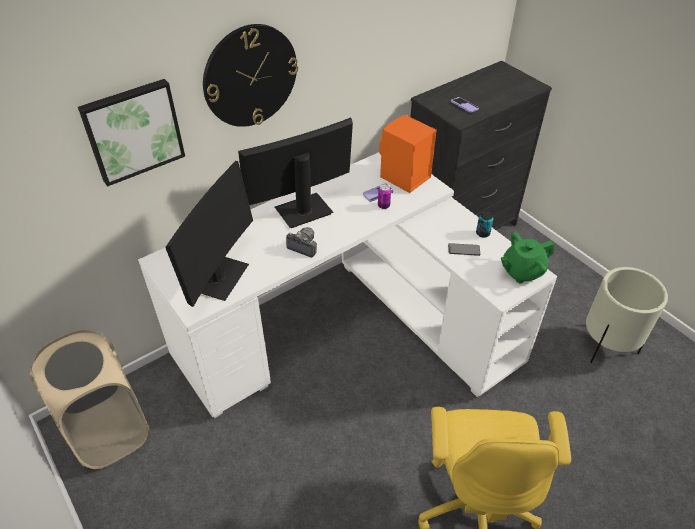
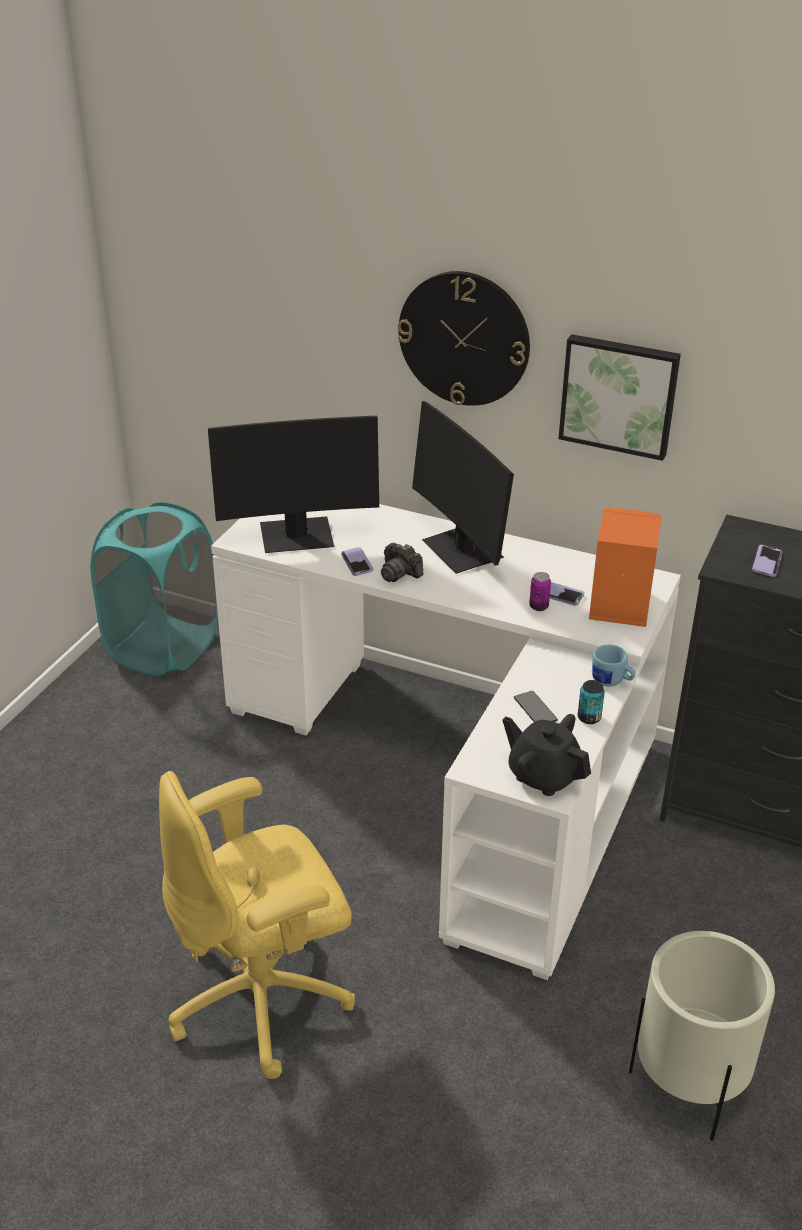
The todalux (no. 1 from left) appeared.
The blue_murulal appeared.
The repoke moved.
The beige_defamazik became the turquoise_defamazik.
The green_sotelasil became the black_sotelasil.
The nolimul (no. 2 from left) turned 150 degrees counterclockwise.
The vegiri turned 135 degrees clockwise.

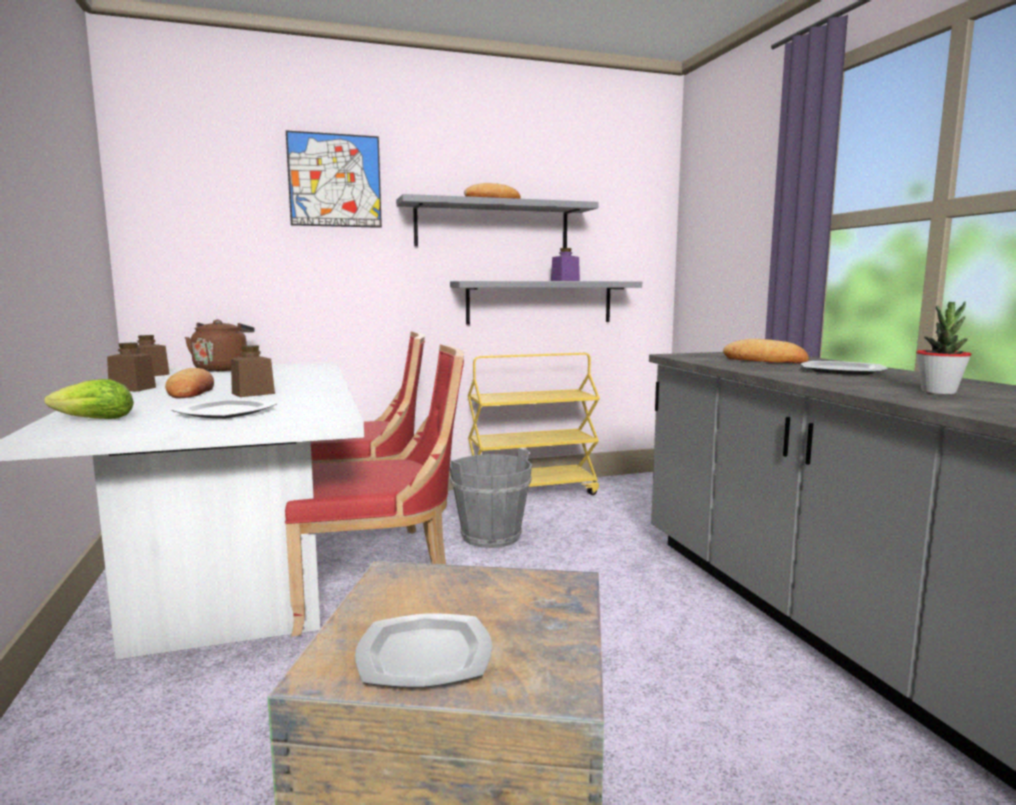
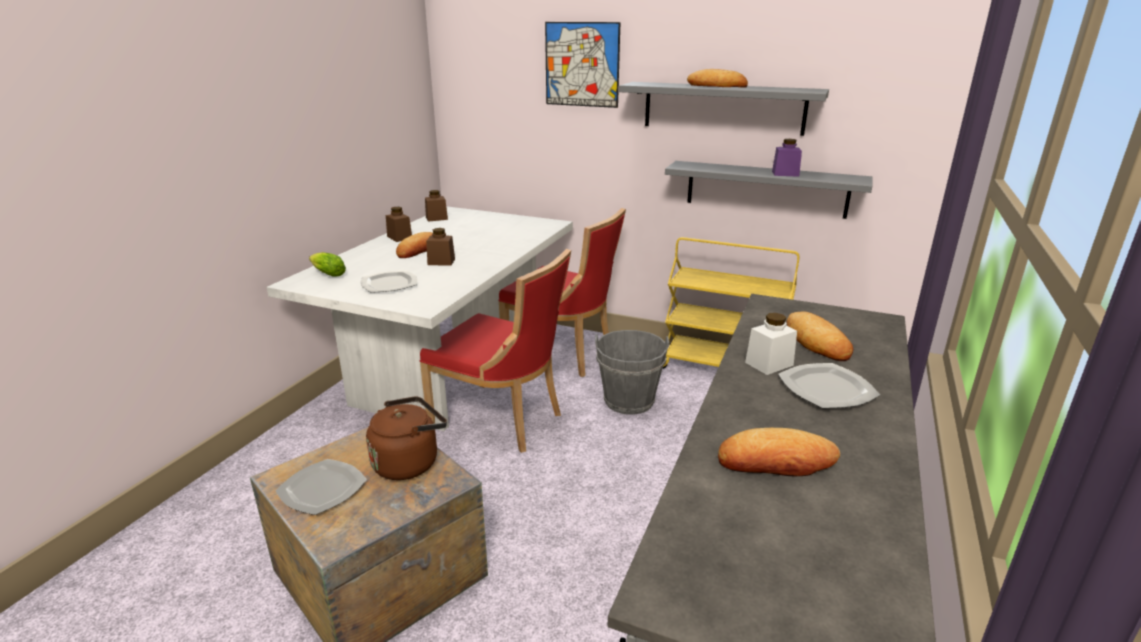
The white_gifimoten appeared.
The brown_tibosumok moved.
The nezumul was replaced by the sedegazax (no. 3 from left).

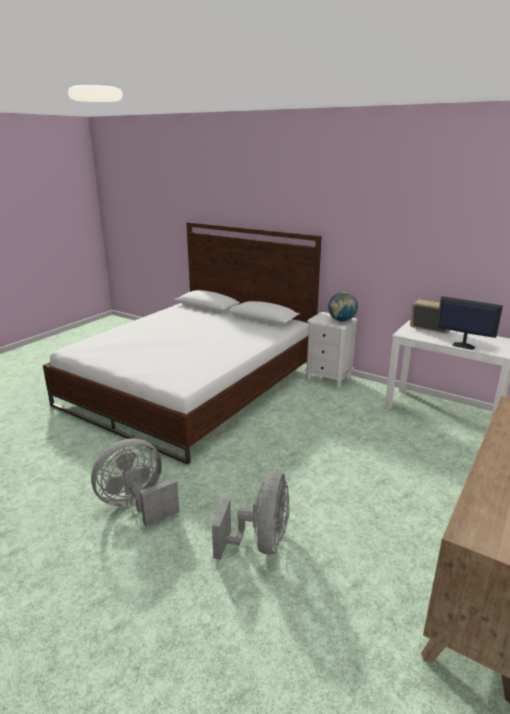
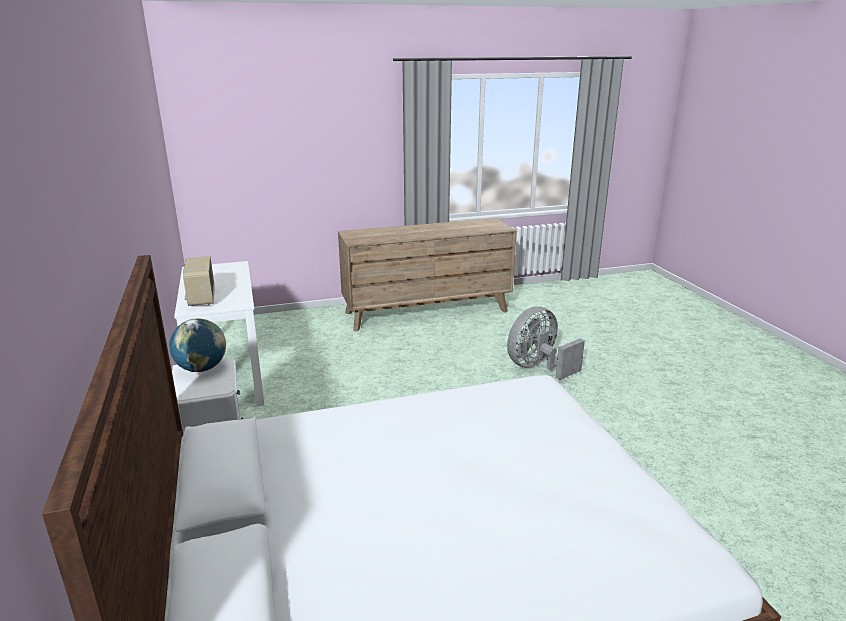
The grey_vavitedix (no. 1 from left) disappeared.
The nolimul disappeared.

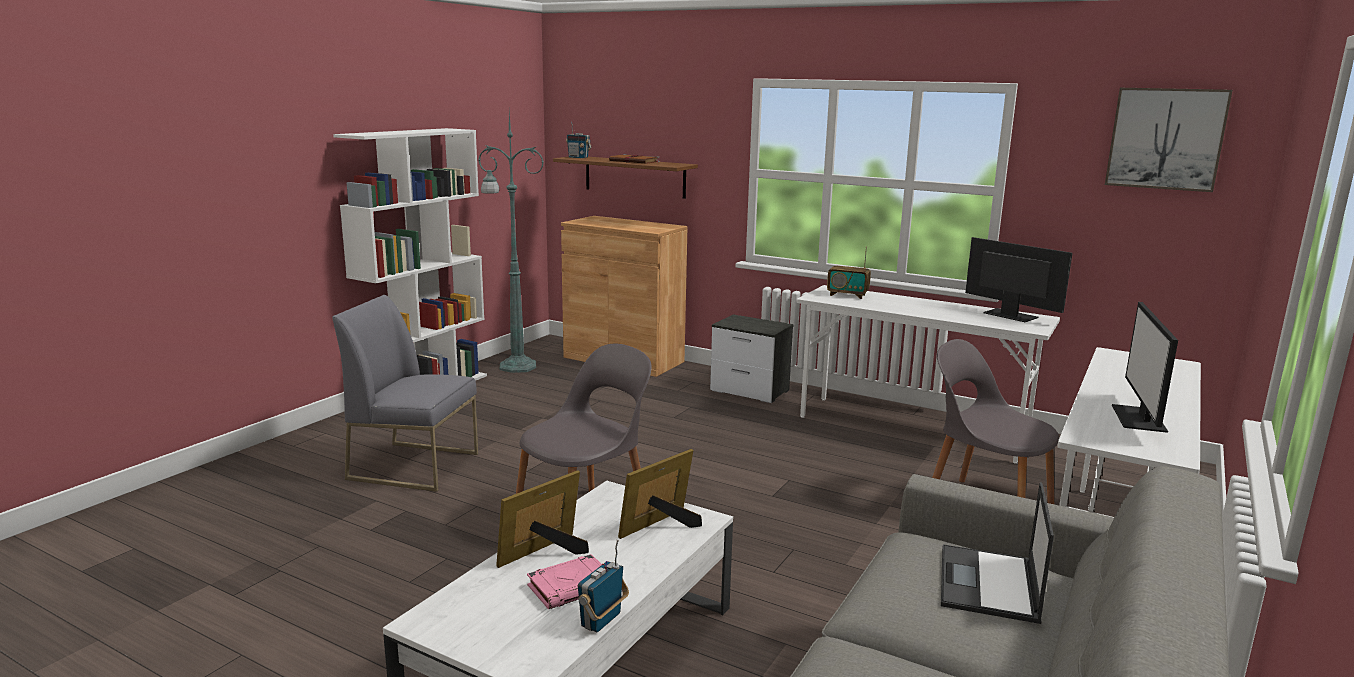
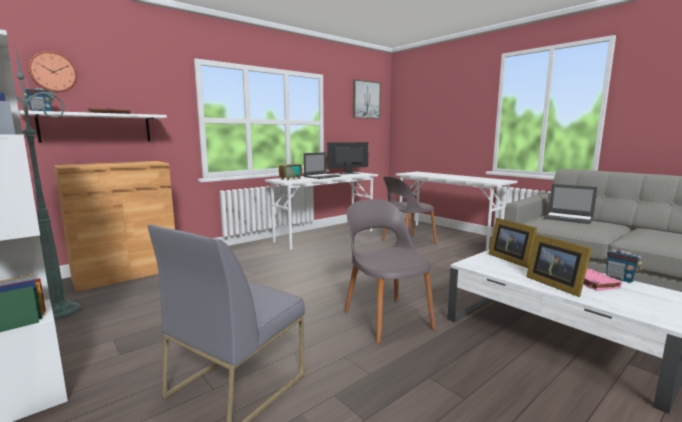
The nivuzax disappeared.
The nolimul (no. 2 from left) disappeared.
The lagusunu appeared.
The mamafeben (no. 1 from left) appeared.
The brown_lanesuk became the white_lanesuk.

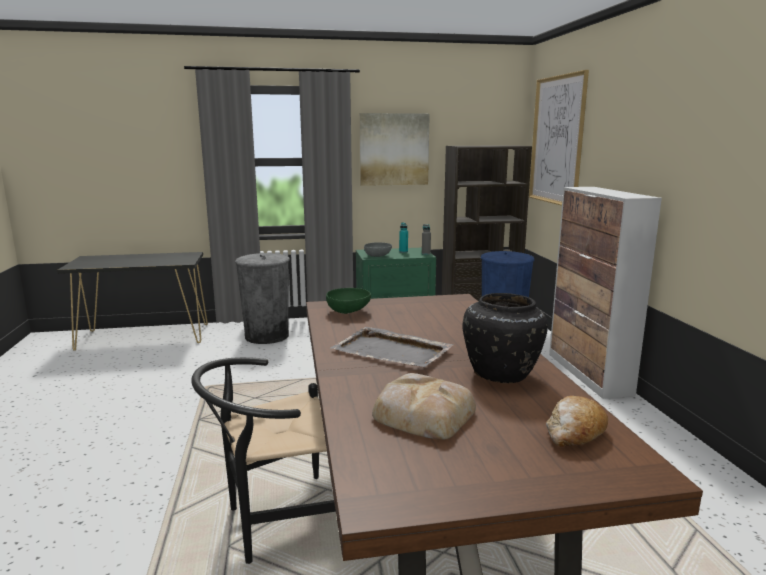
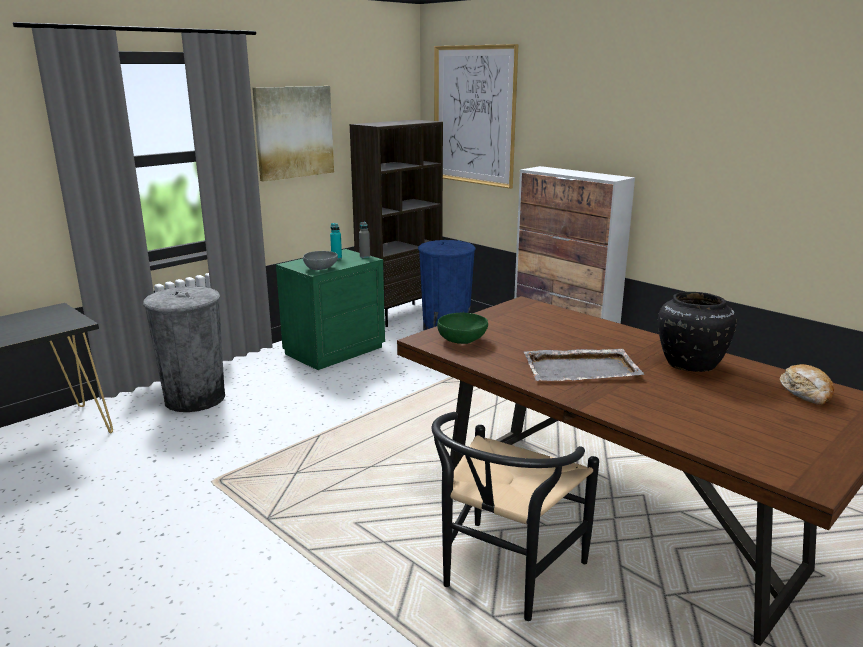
The sedegazax (no. 1 from left) disappeared.

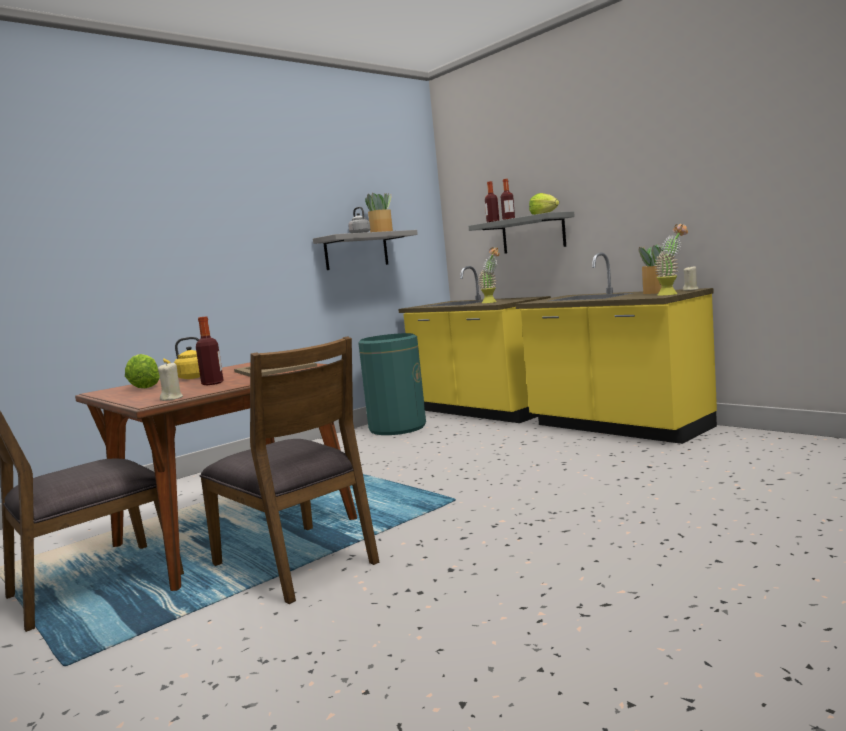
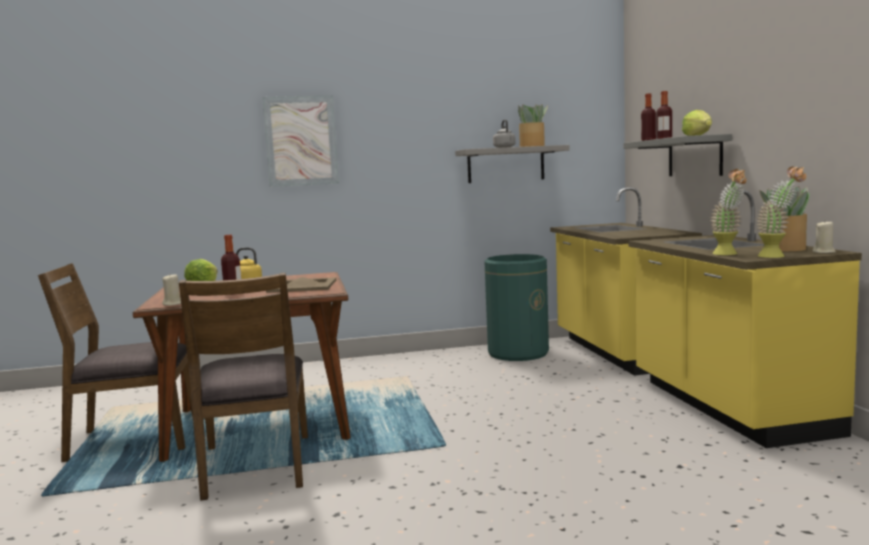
The repoke appeared.
The nezumul (no. 2 from left) moved.

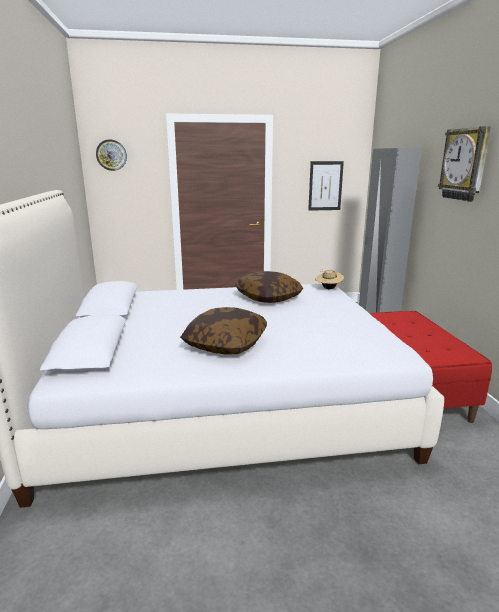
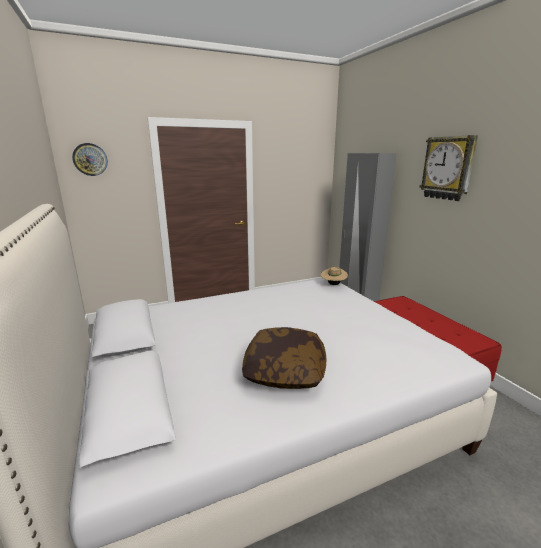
The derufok (no. 2 from left) disappeared.
The repoke disappeared.

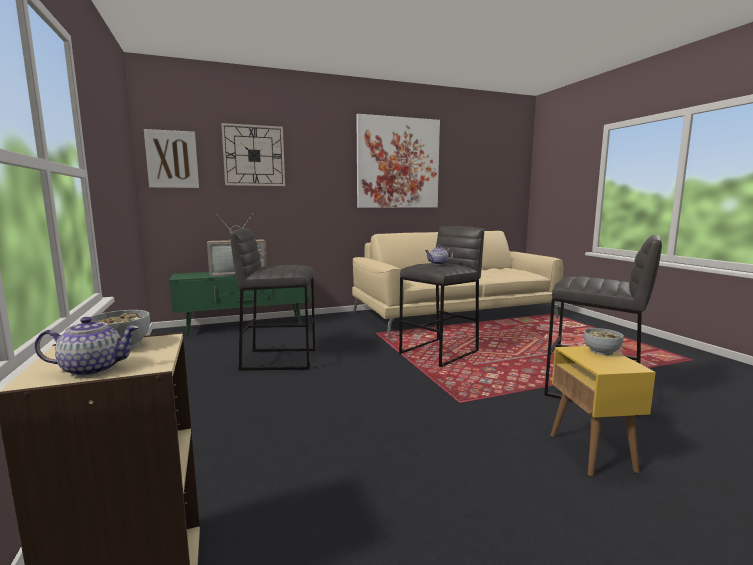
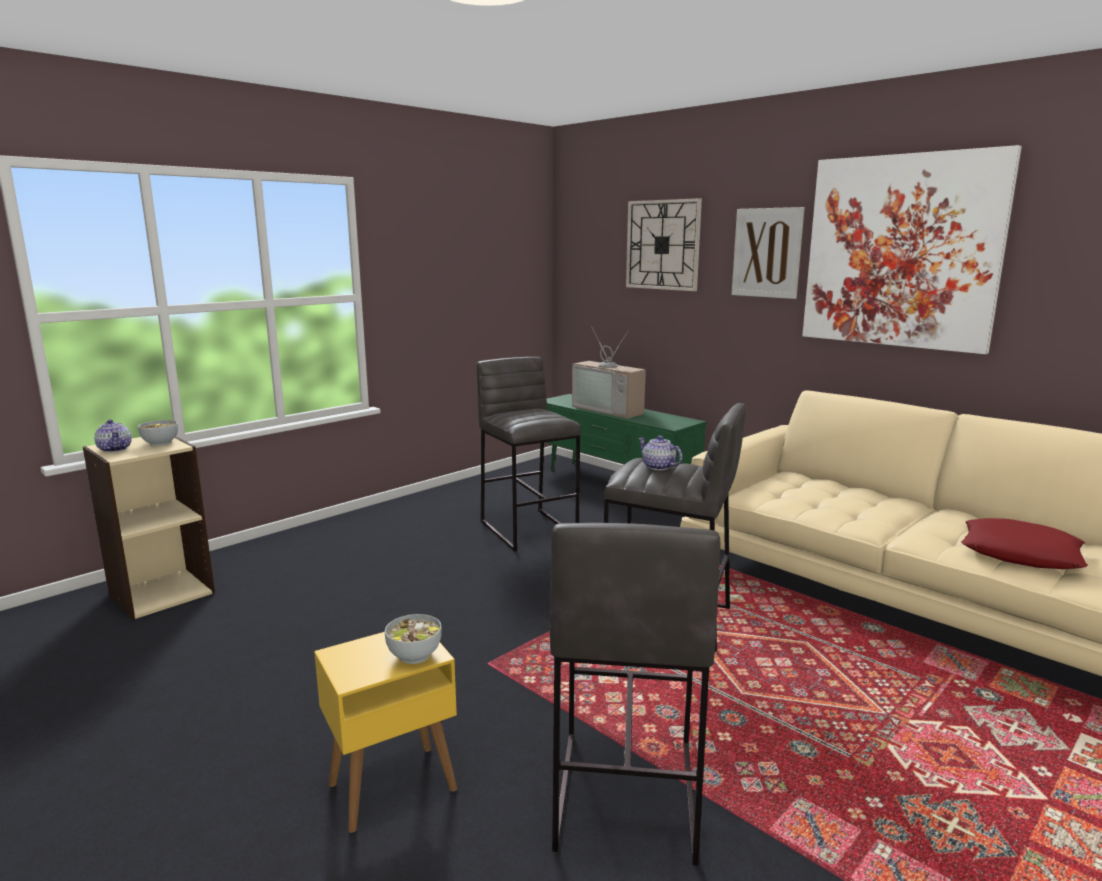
The red_derufok appeared.
The repoke (no. 1 from left) moved.

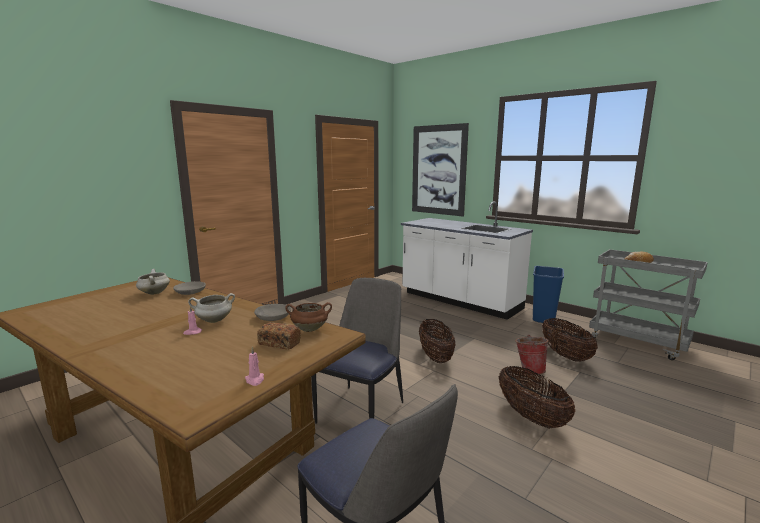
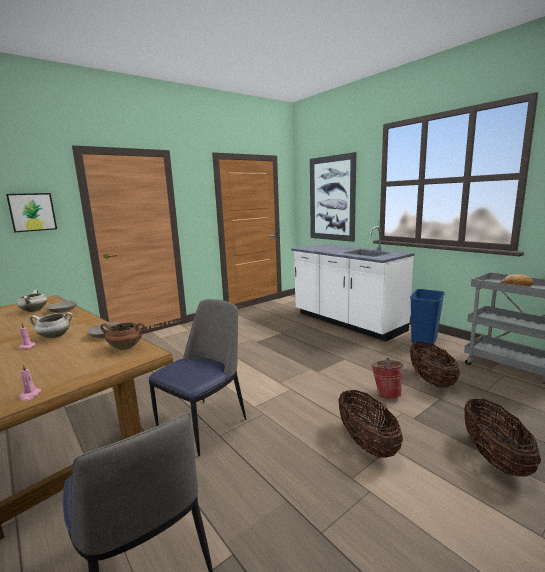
The sedegazax (no. 1 from left) disappeared.
The repoke (no. 1 from left) appeared.
The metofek (no. 1 from left in the first image) moved.

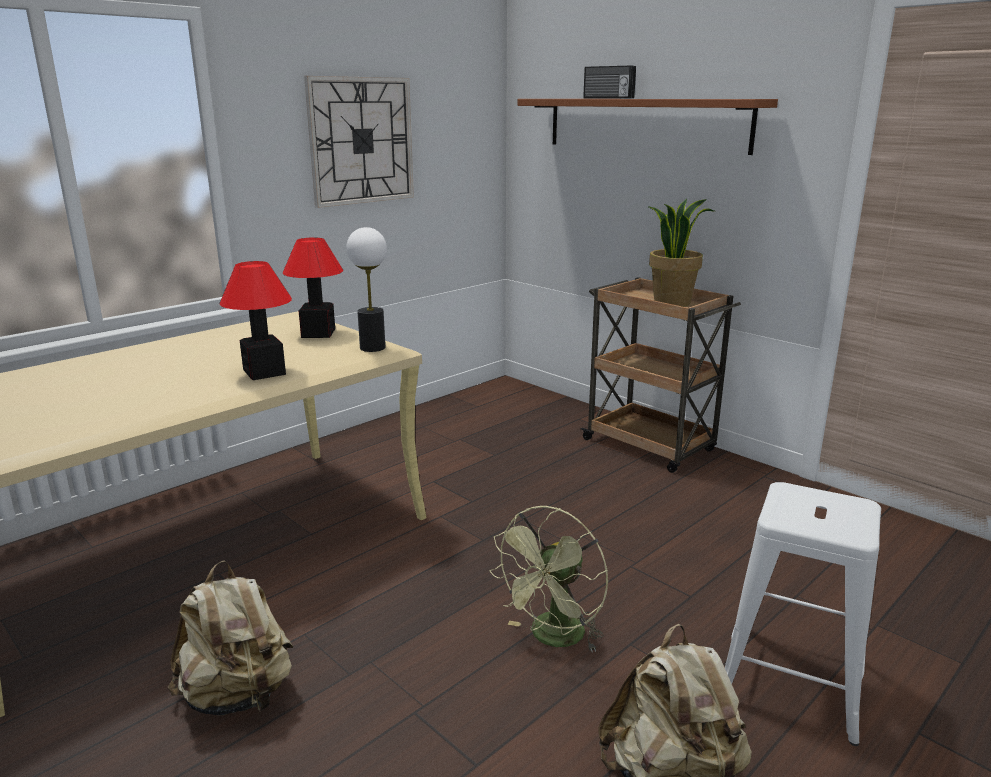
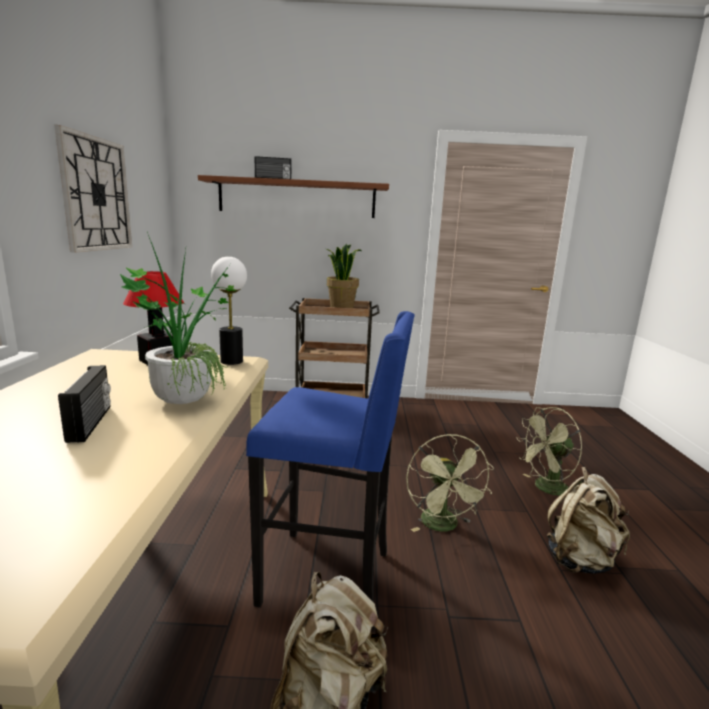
The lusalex (no. 1 from left) appeared.
The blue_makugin appeared.
The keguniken (no. 1 from left) was replaced by the nezumul (no. 1 from left).
The white_makugin was replaced by the green_vavitedix (no. 2 from left).

